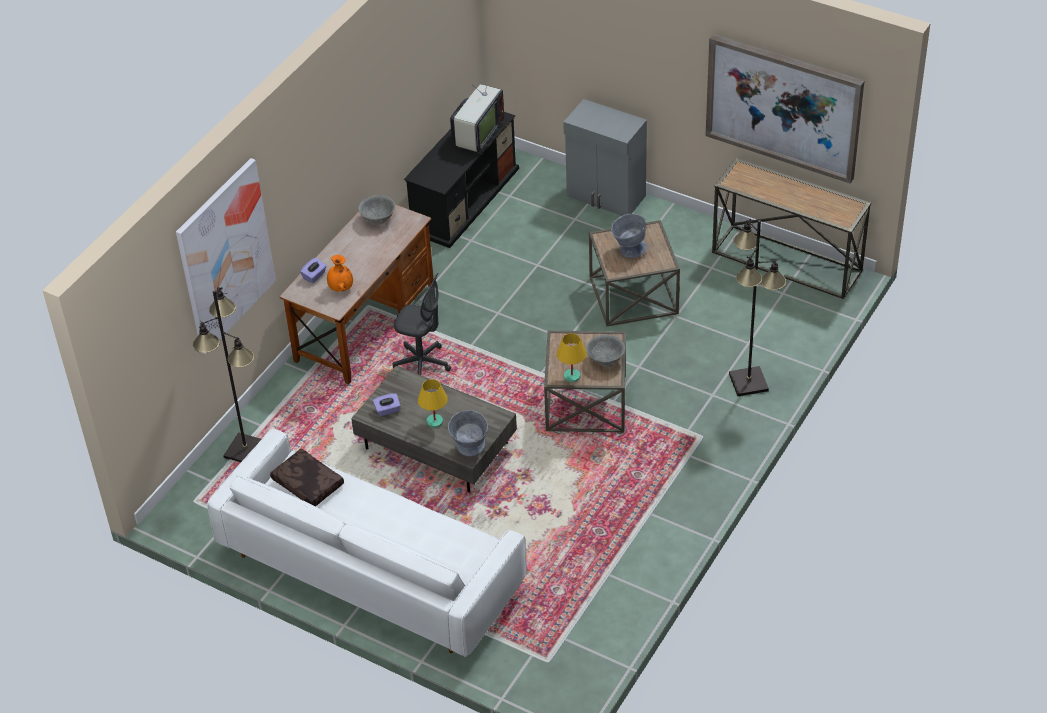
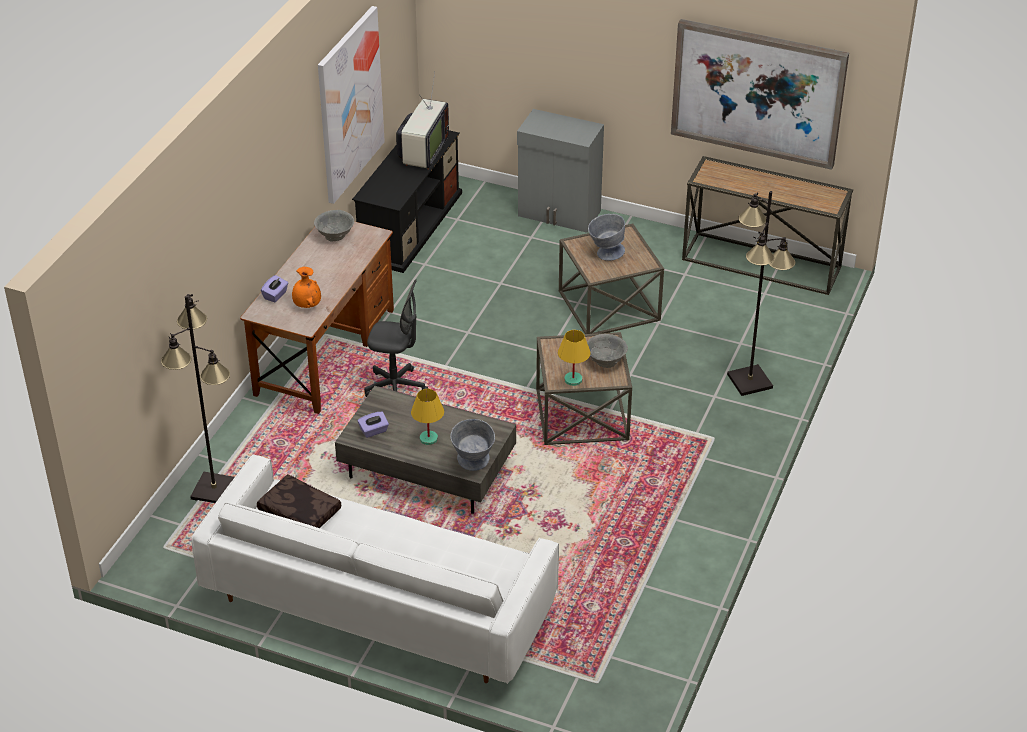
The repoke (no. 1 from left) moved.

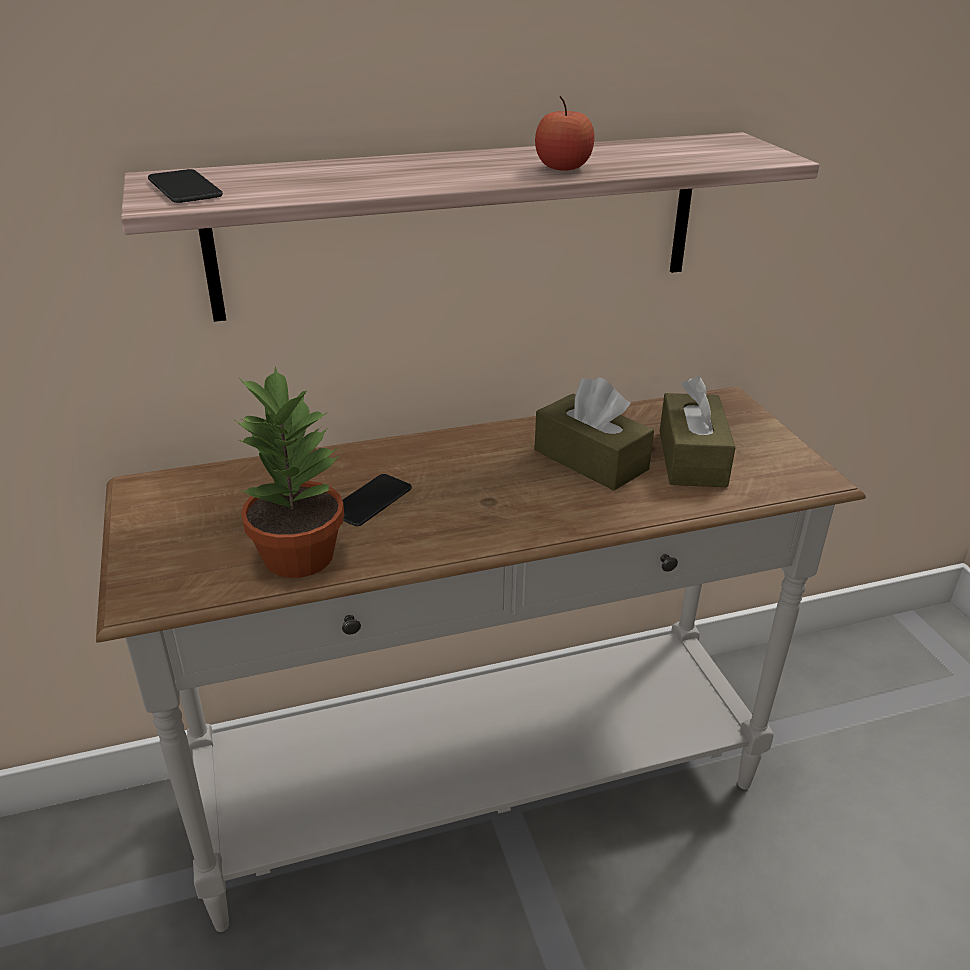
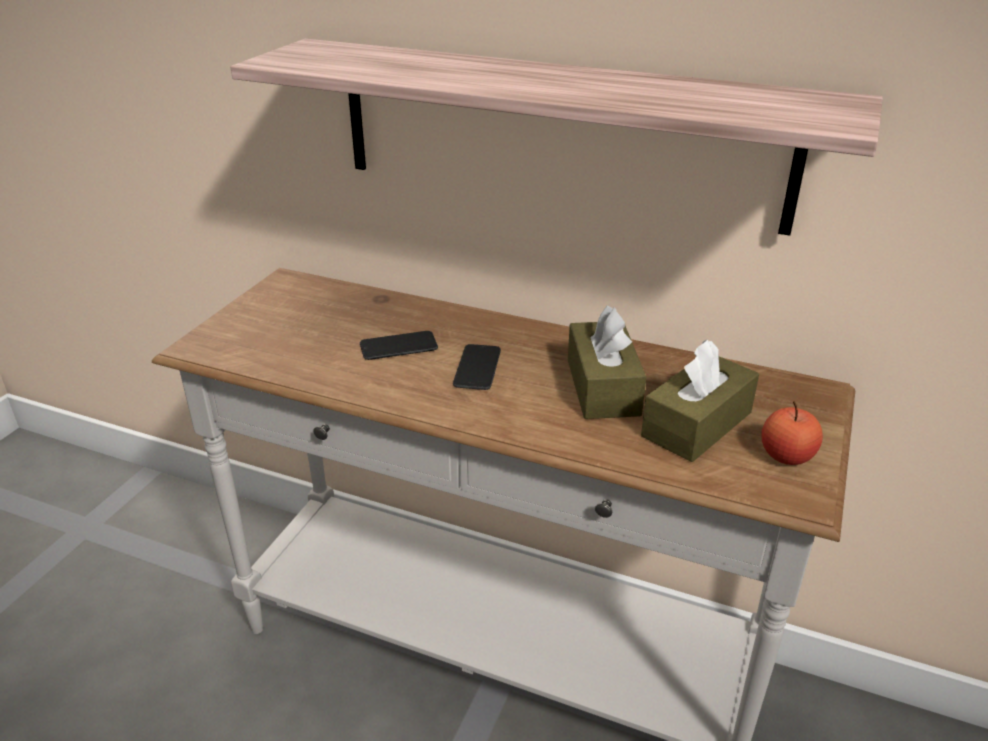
The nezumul disappeared.
The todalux (no. 1 from left in the first image) moved.
The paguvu moved.

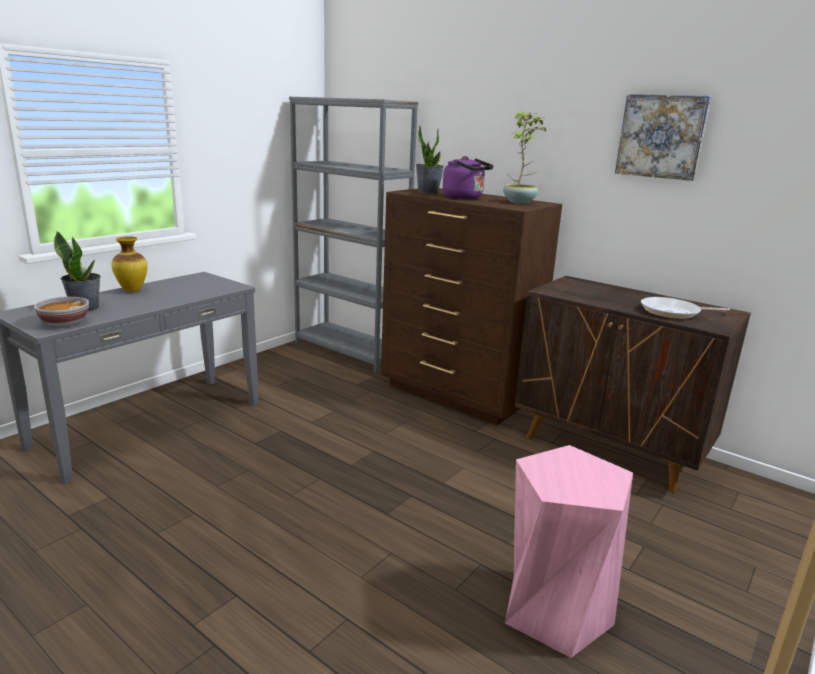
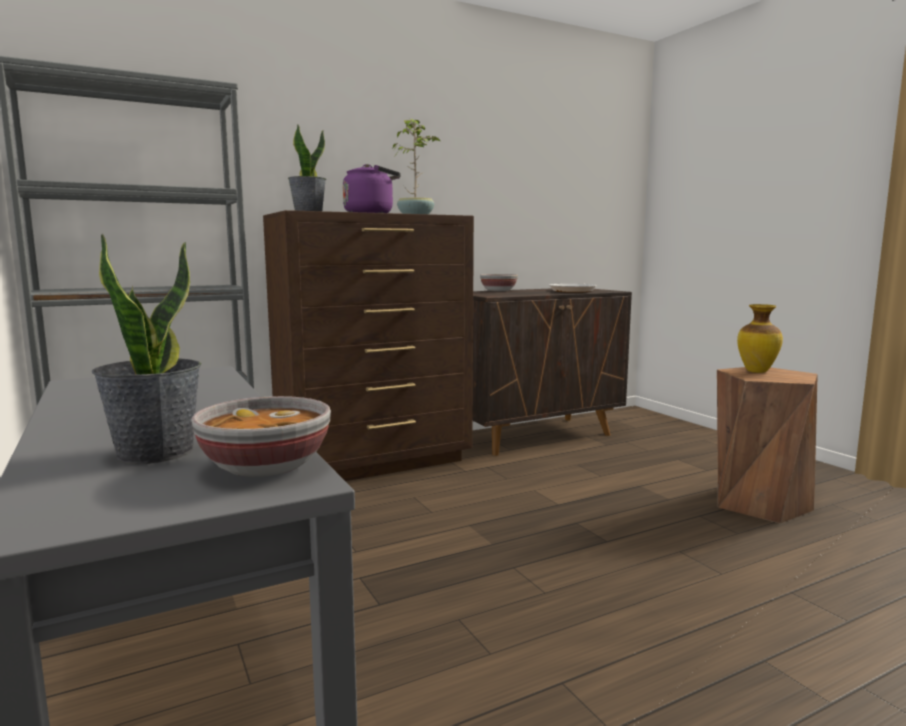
The repoke disappeared.
The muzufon (no. 2 from left) appeared.
The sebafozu moved.
The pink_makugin became the brown_makugin.

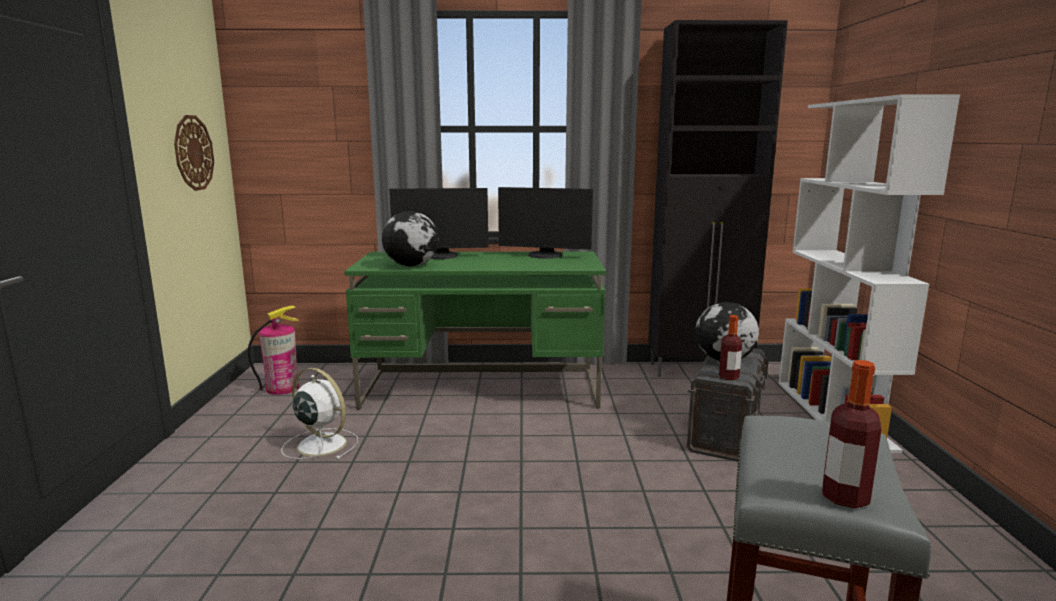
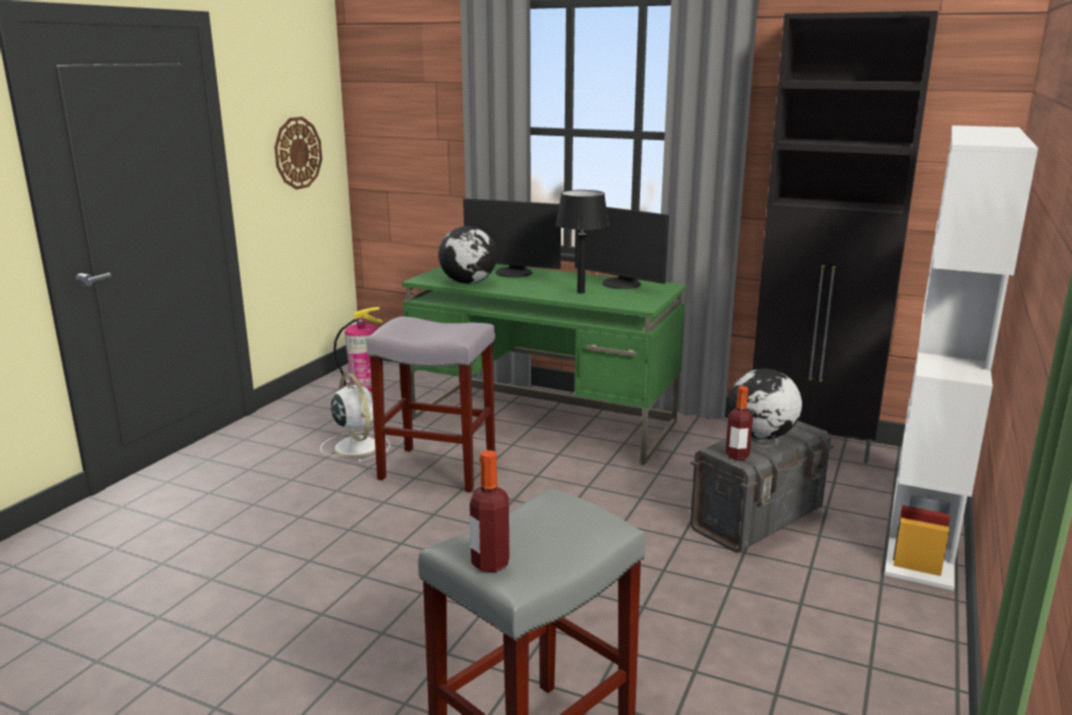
The grey_makugin (no. 1 from left) appeared.
The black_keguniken appeared.

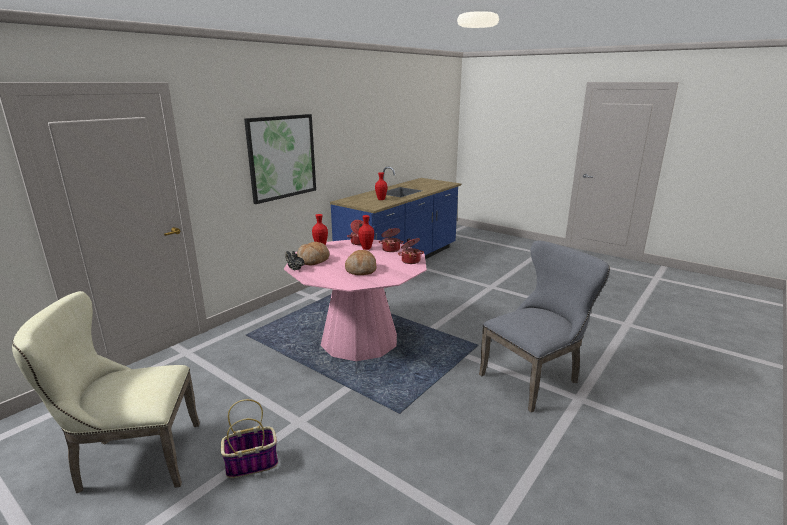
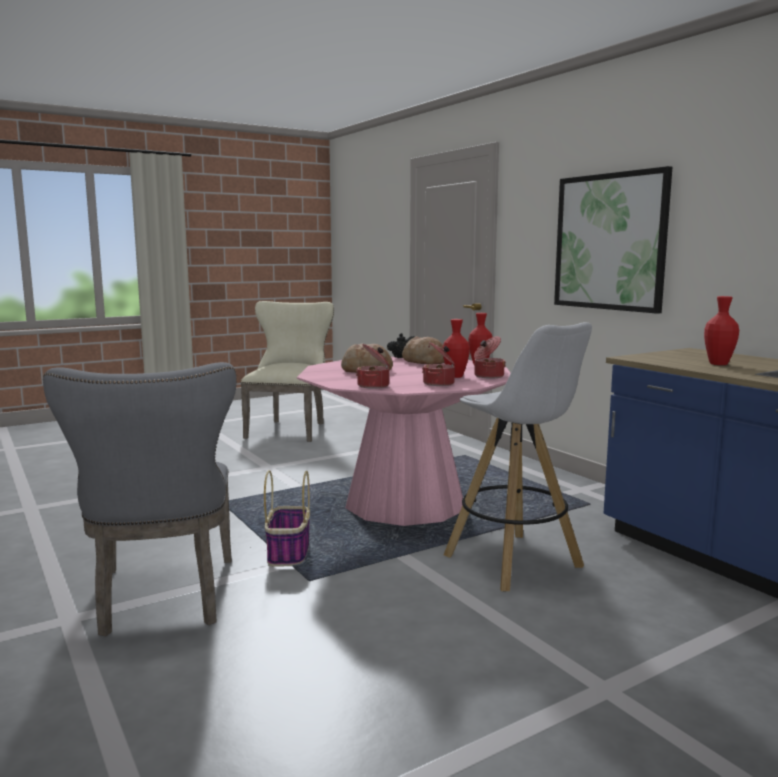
The white_makugin appeared.
The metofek moved.

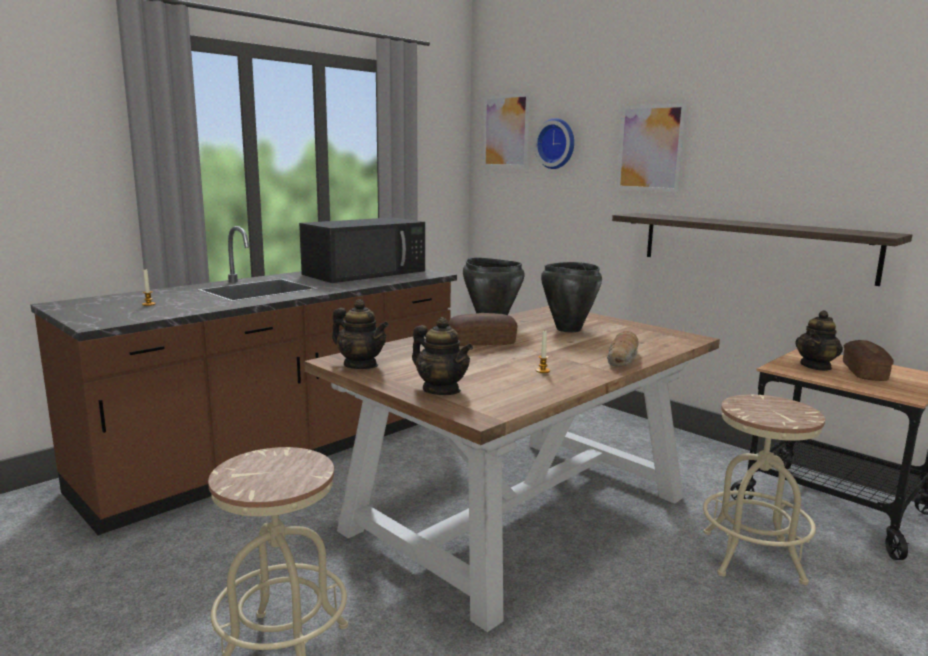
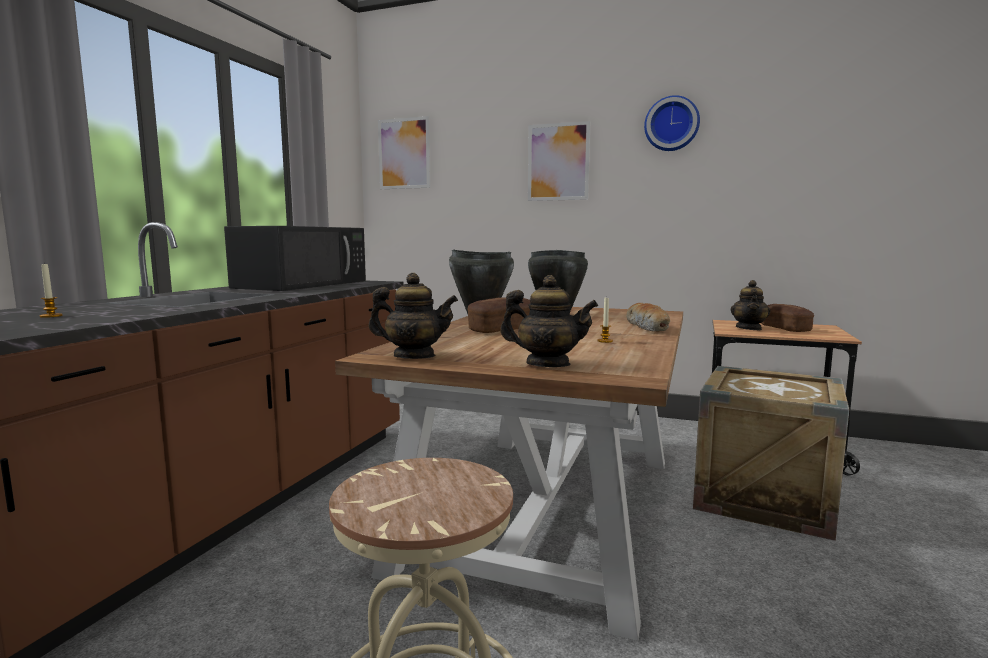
The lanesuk disappeared.
The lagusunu moved.
The beige_makugin (no. 2 from left) was replaced by the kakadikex.

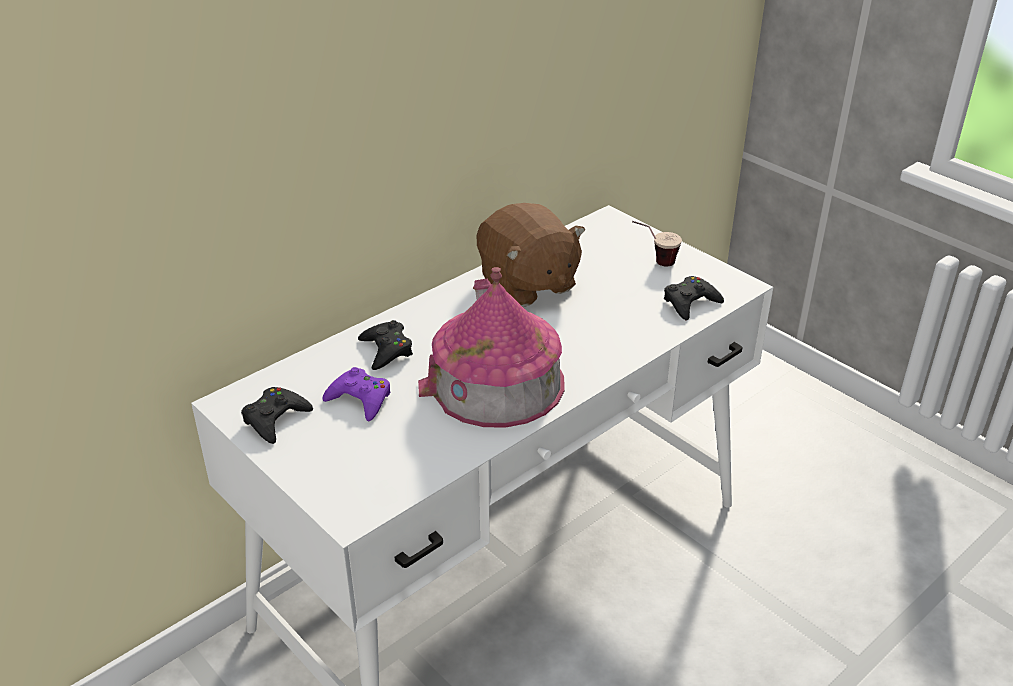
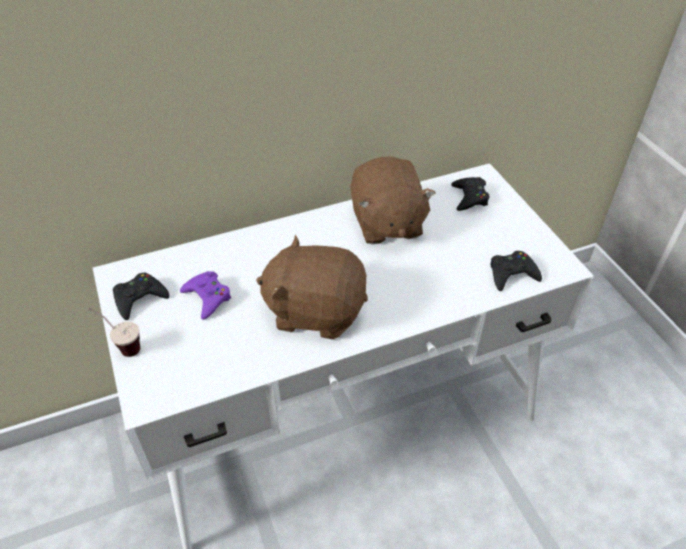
The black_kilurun (no. 2 from left) moved.
The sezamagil moved.
The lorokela was replaced by the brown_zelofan (no. 1 from left).

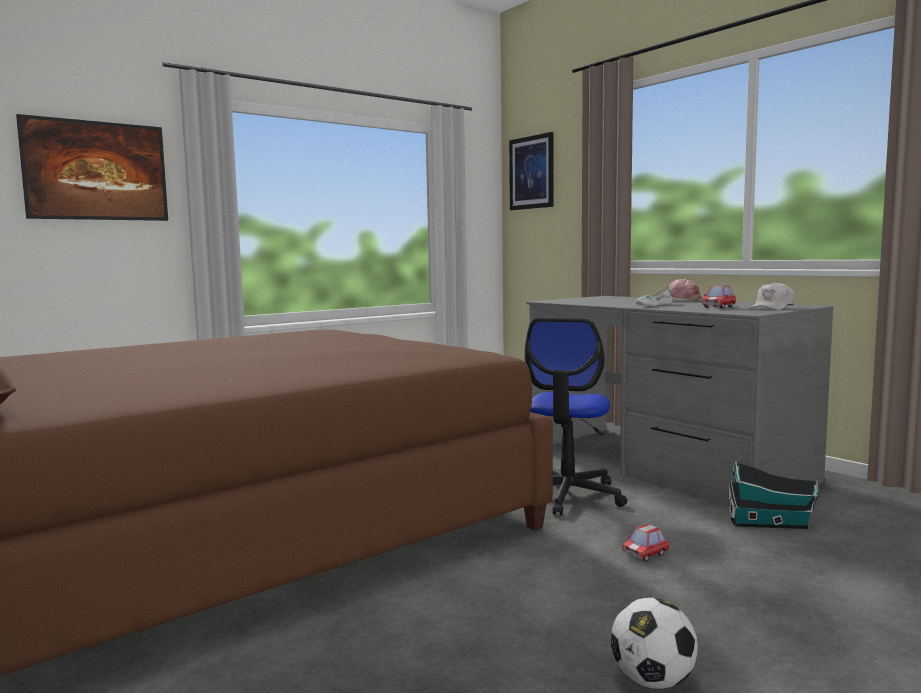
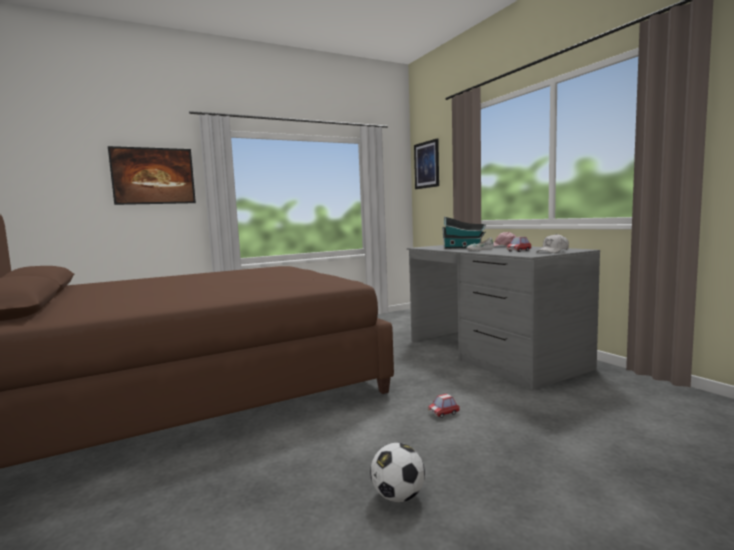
The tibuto disappeared.
The lorokela moved.

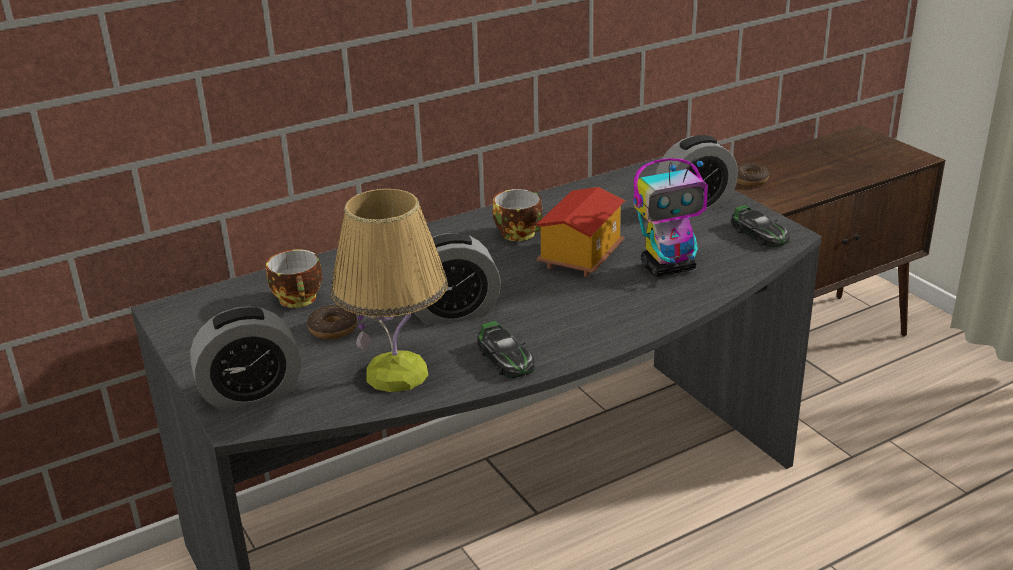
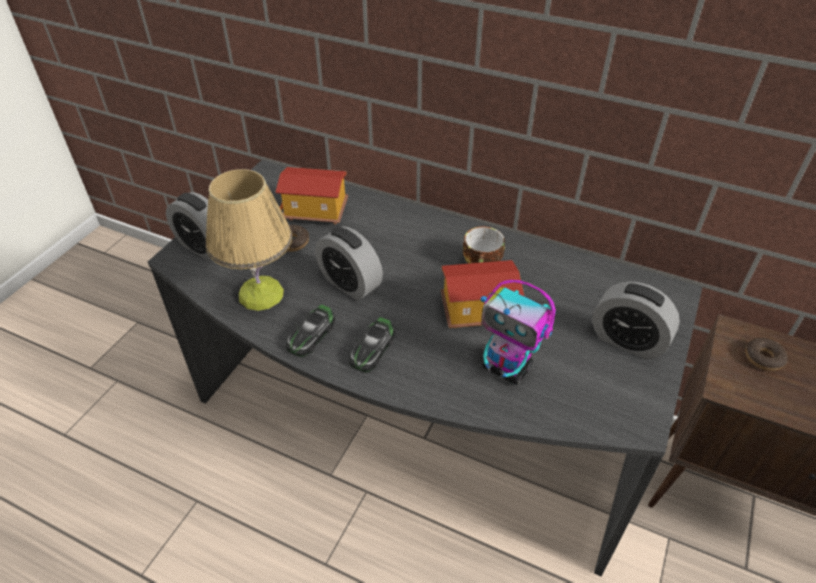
The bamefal (no. 2 from left) moved.
The sezamagil (no. 1 from left) was replaced by the lorokela (no. 1 from left).

